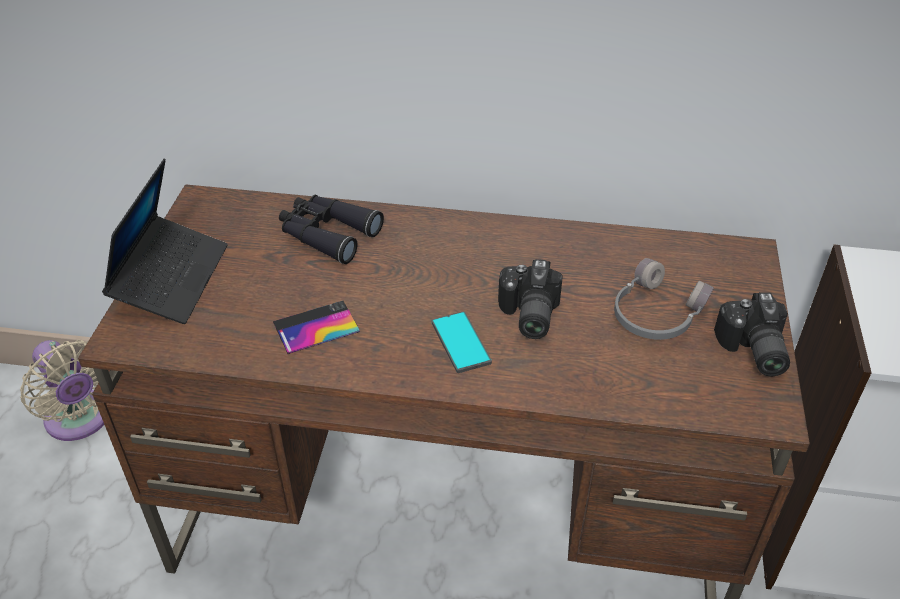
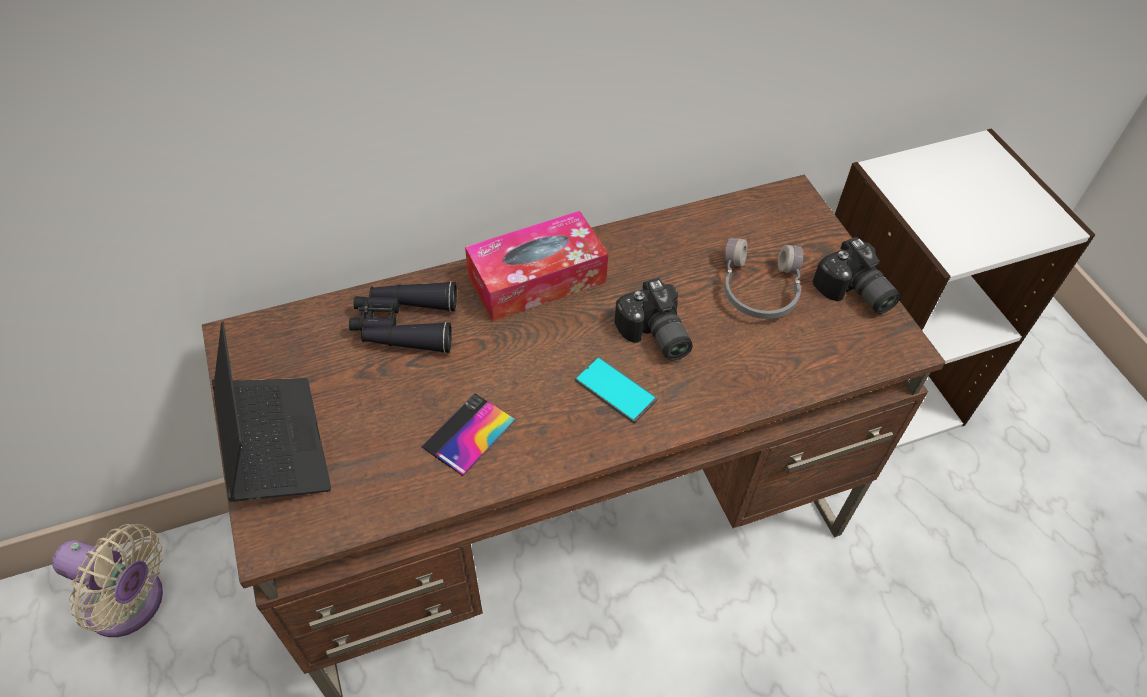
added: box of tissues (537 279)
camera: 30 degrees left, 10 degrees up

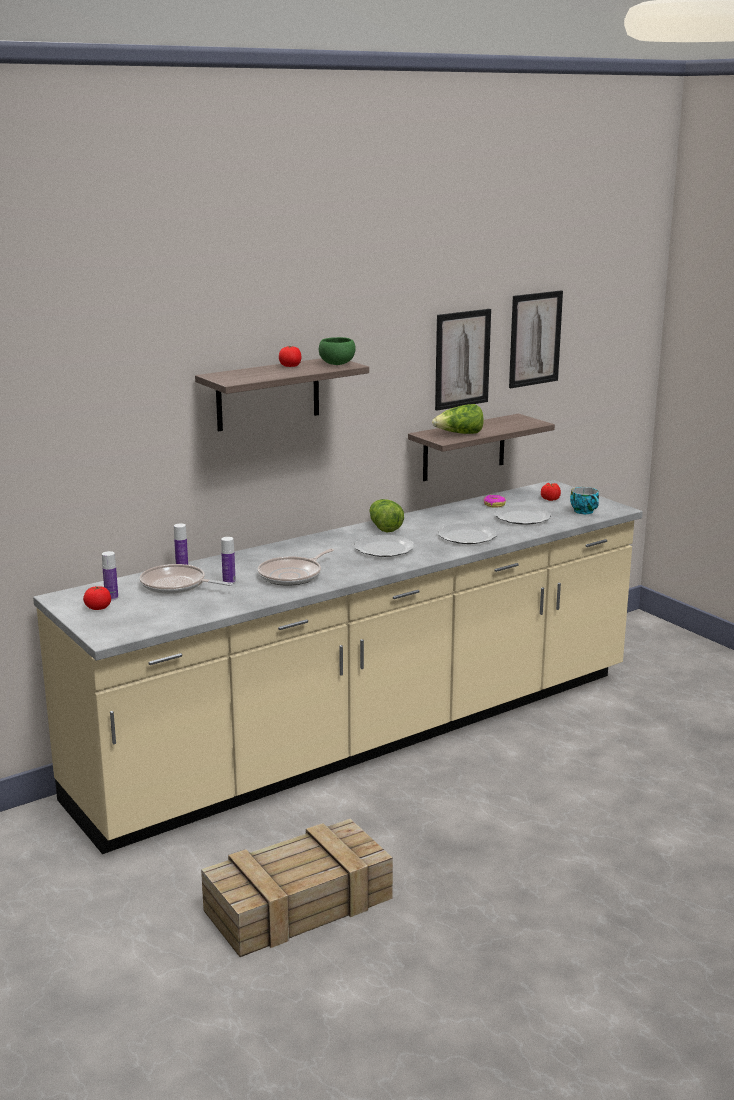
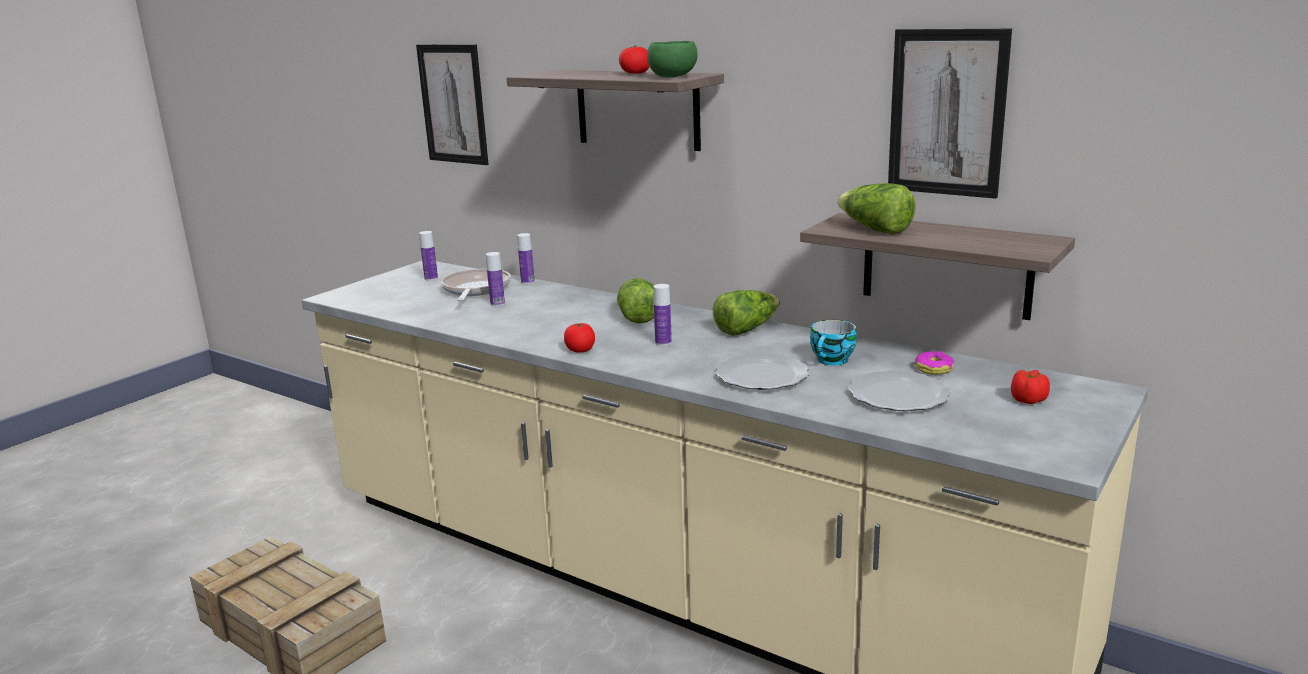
removed: frying pan (293 575)
added: lettuce (638 316)
moved: wall picture (535 339) to (453 104); drinking cup (585 511) to (832 361); fresh tomato (98 608) to (580 350)
replaced: dinner plate (384 548) to beverage bottle (663 343)
camera: 70 degrees right, 0 degrees up

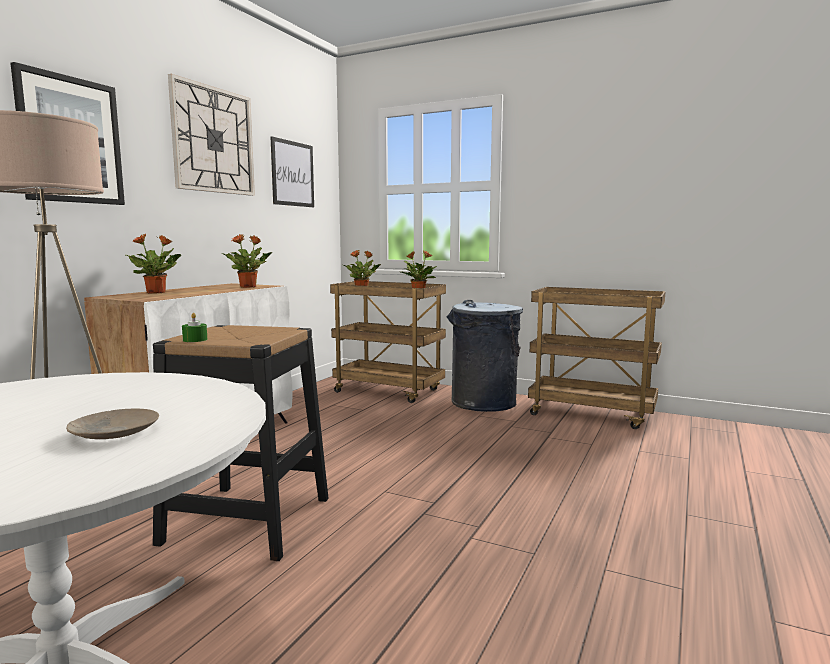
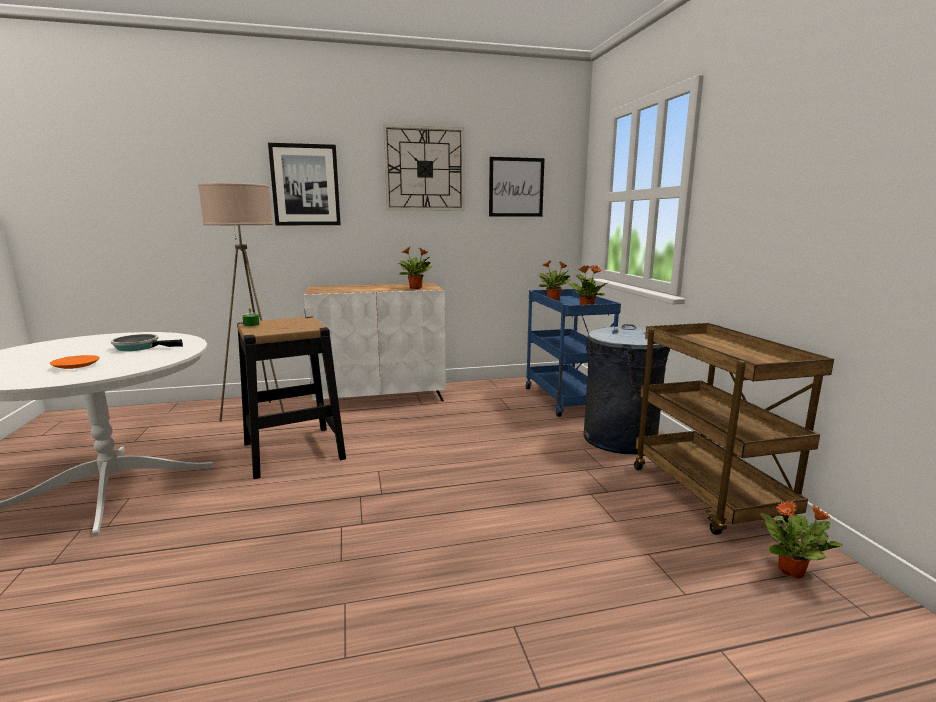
added: frying pan (140 347)
moved: potted plant (157 292) to (792 571)
recoloured: wheeled cart (brownish) (390 391) to wheeled cart (bluish) (567 401); dinner plate (beige) (114 433) to dinner plate (orangey) (76 366)
camera: 50 degrees right, 5 degrees up

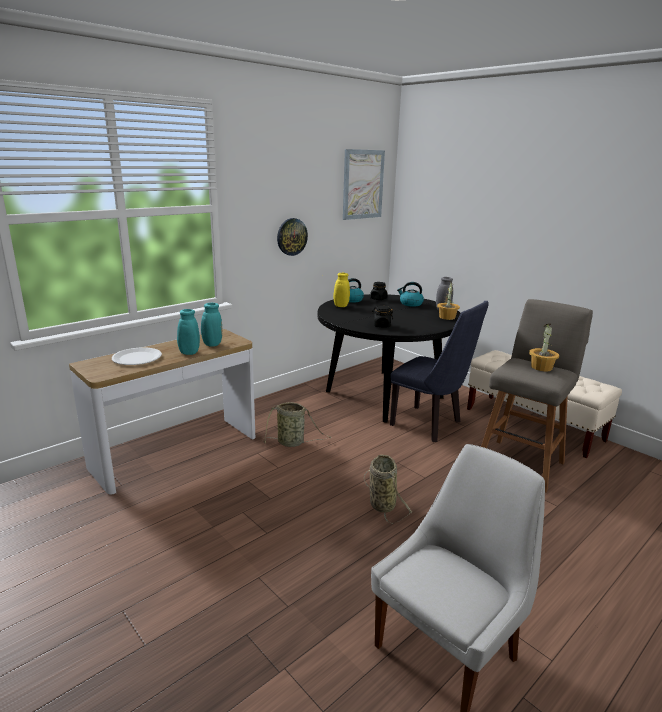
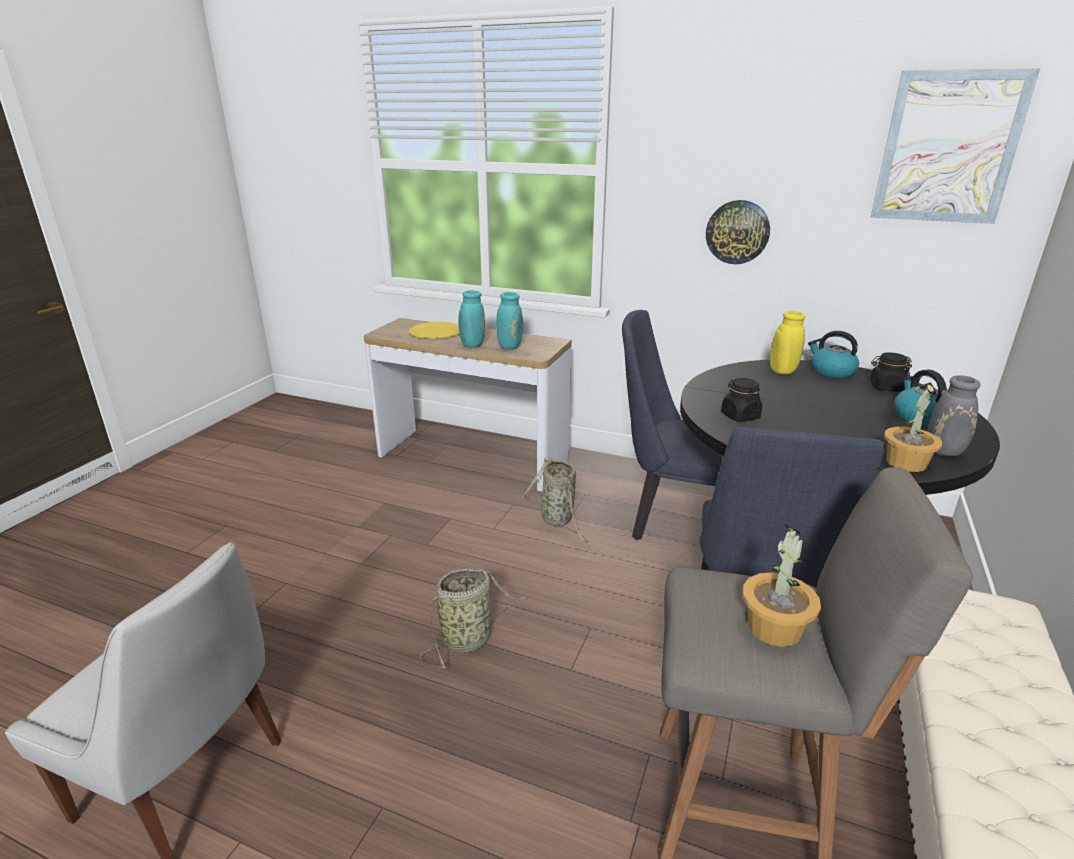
added: upright chair (bluish) (669 520)
recoloured: dinner plate (white-coloured) (137 358) to dinner plate (yellow-coloured) (435 332)
camera: 65 degrees right, 5 degrees up

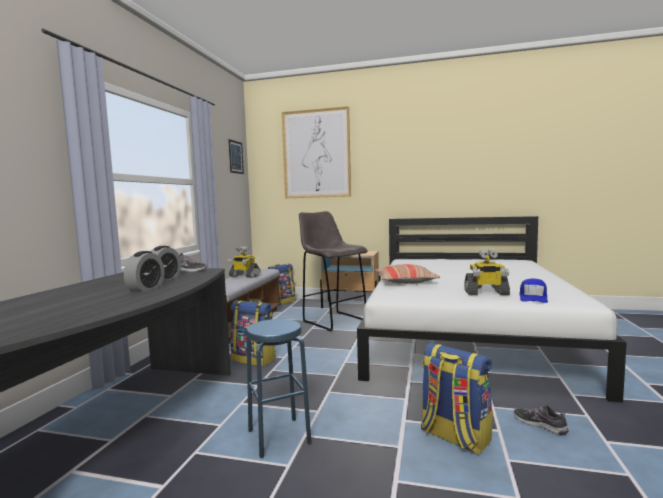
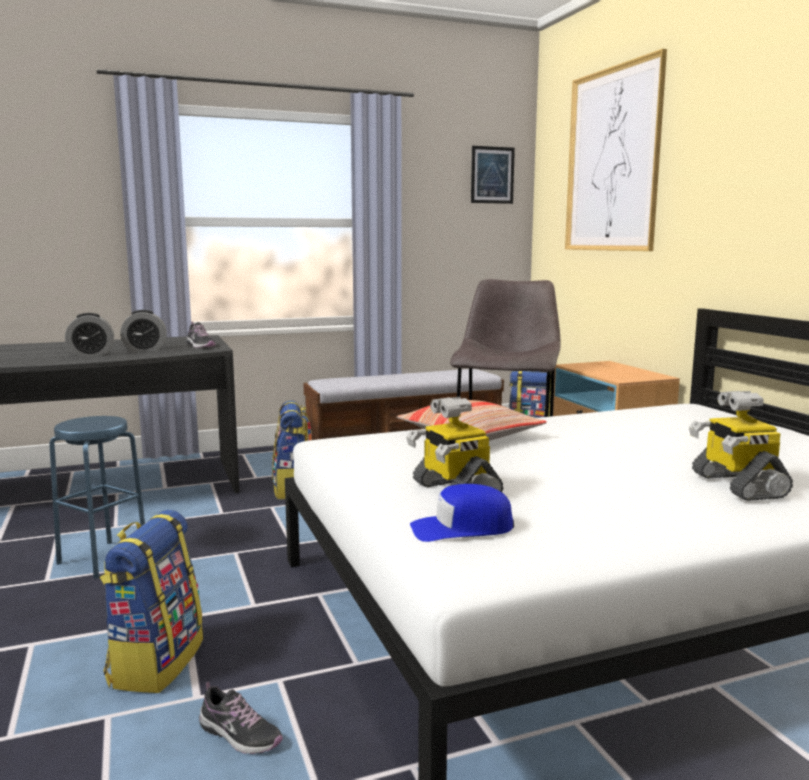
moved: robot figure (244 276) to (736 485)
turned: low shoe (540 425) = (239 735) 105 degrees clockwise
camera: 55 degrees right, 5 degrees up

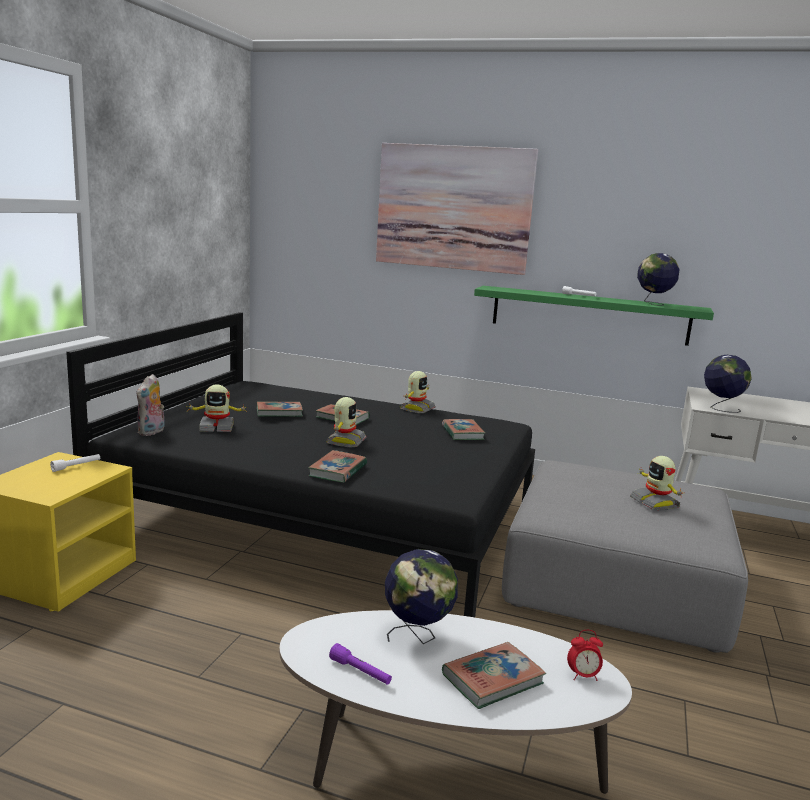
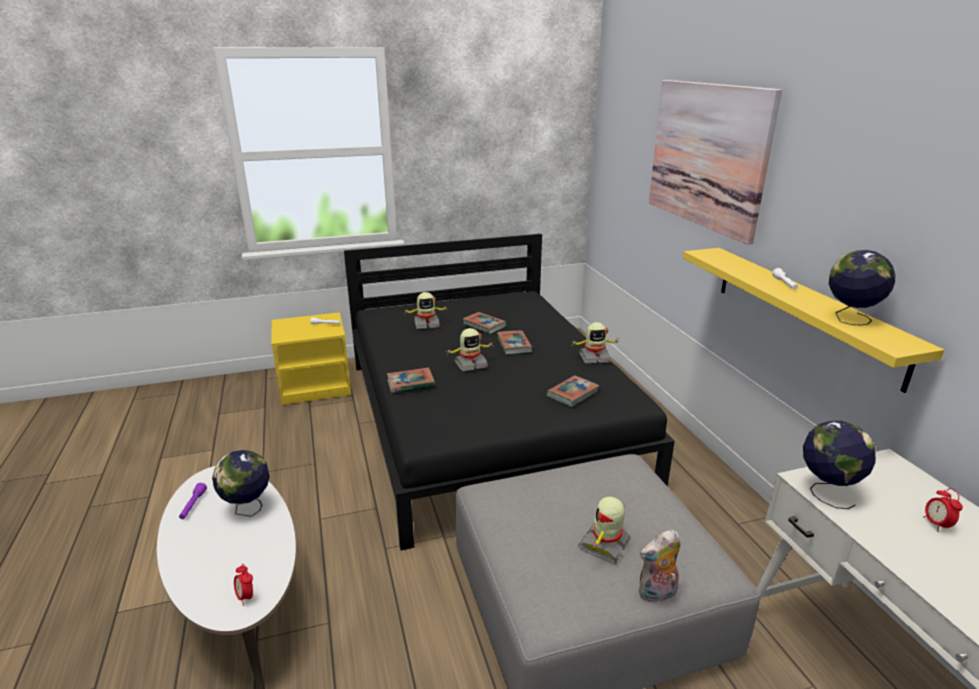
removed: bound book (492 679)
added: alarm clock (936 524)
moved: cuddly toy (152 432) to (657 594)
recoloured: wall shelf (greenish) (589 315) to wall shelf (yellow-coloured) (803 311)
turned: robot figure (217 428) = (426 324) 60 degrees counterclockwise
camera: 55 degrees right, 10 degrees up

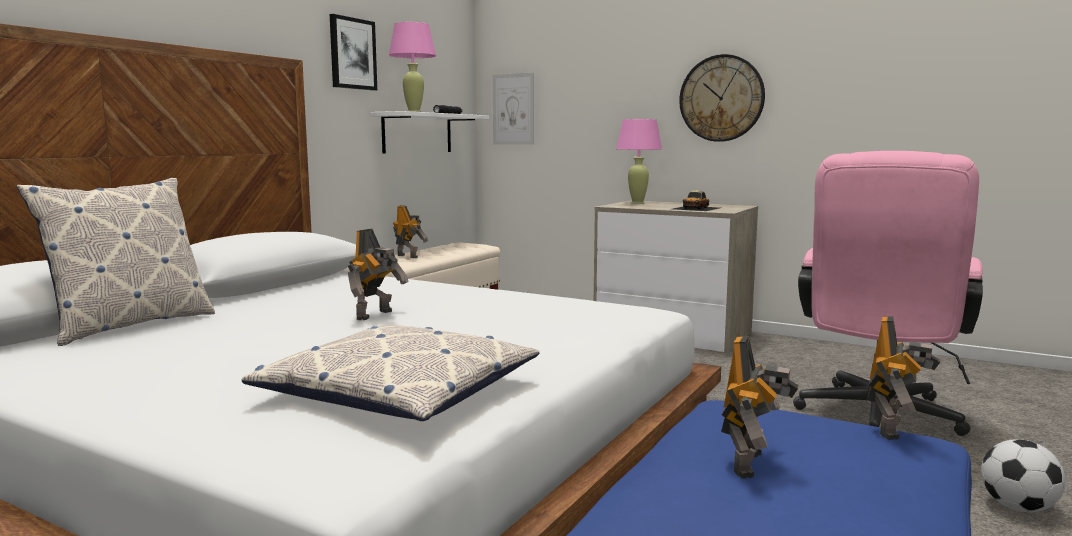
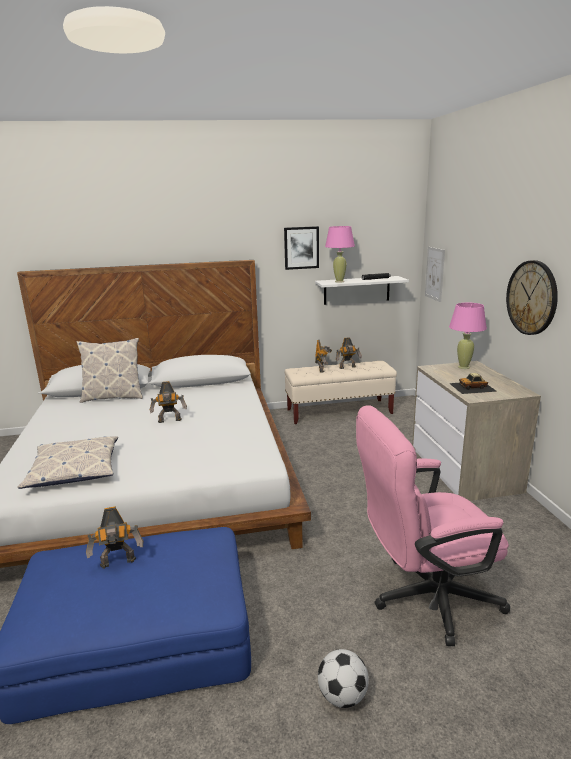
moved: robot figure (894 429) to (348 367)
camera: 50 degrees right, 10 degrees up

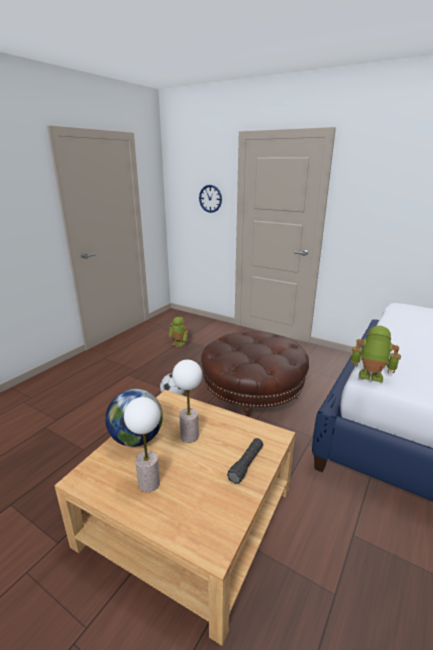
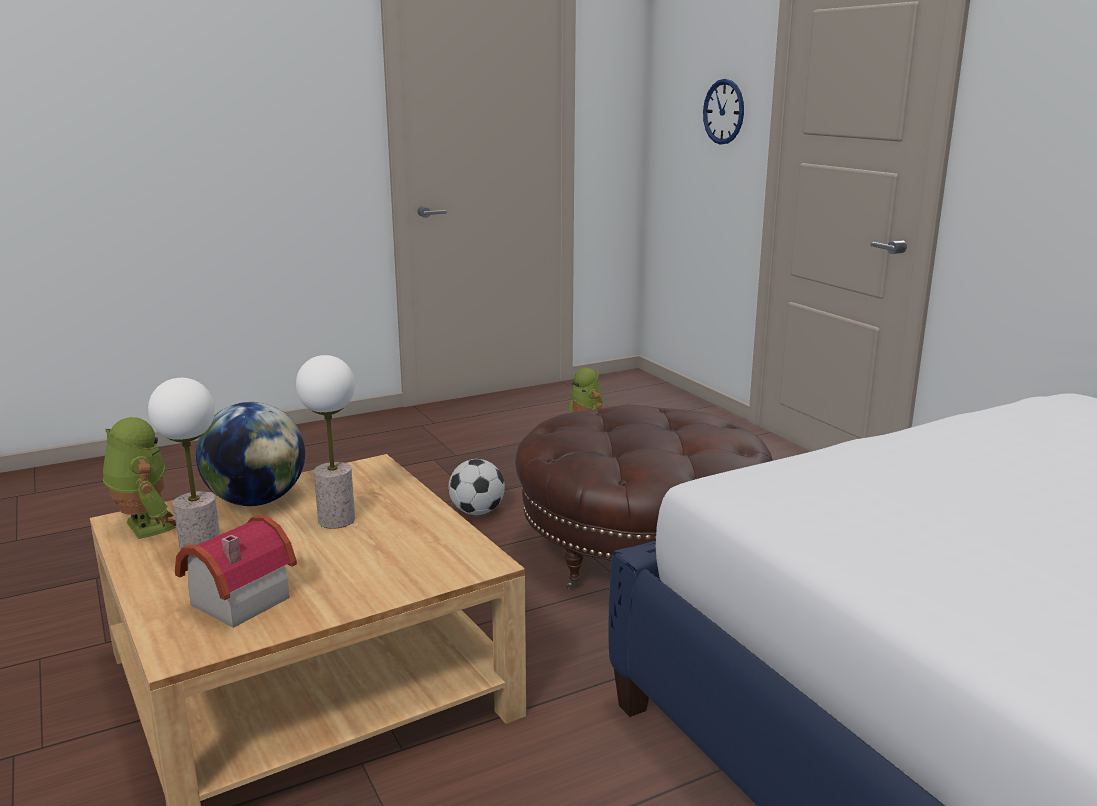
removed: torch (blackish) (246 464)
added: model house (234 600)
moved: robot figure (370 377) to (144 527)
camera: 30 degrees right, 5 degrees down

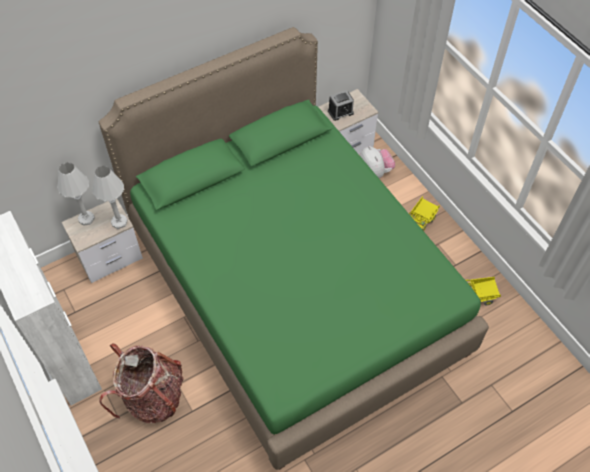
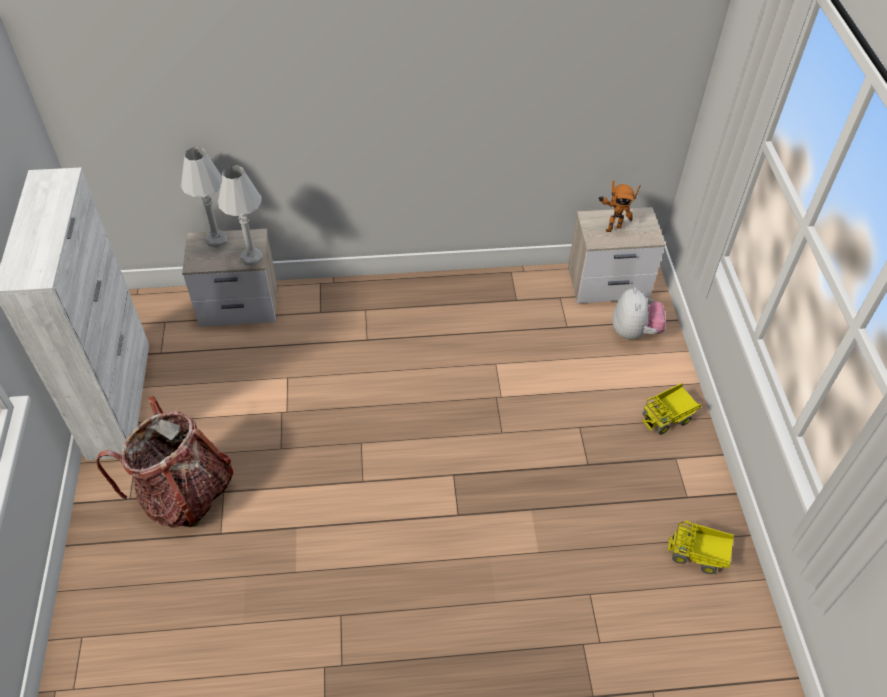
removed: bed (greenish) (294 289)
replaced: alarm clock (340 112) to robot figure (612 227)
camera: 25 degrees right, 5 degrees down

